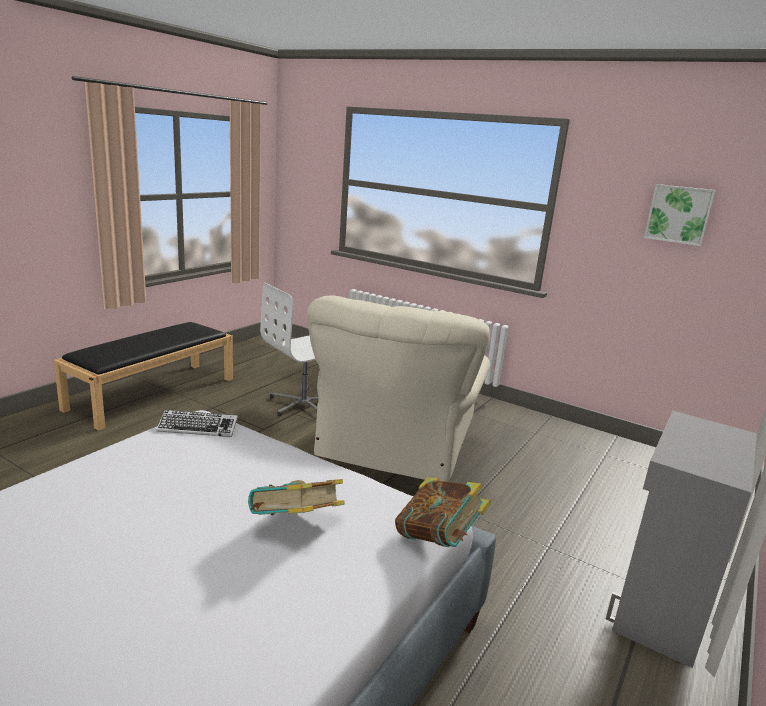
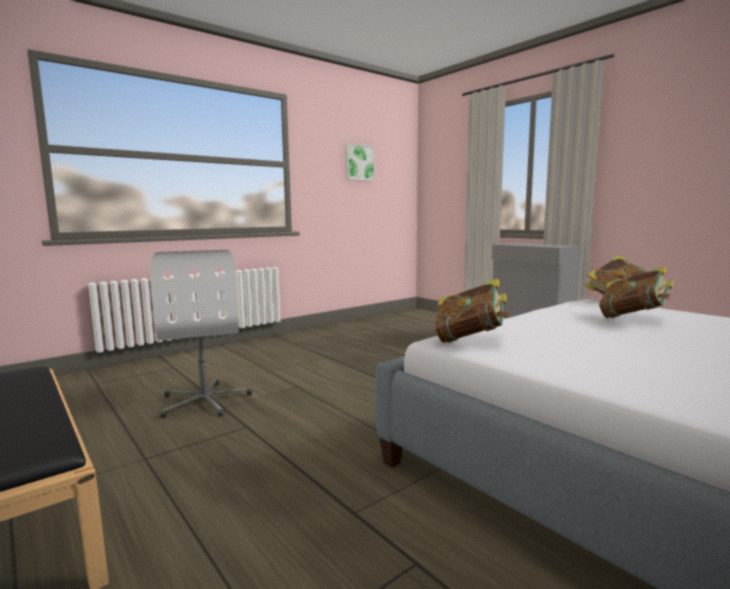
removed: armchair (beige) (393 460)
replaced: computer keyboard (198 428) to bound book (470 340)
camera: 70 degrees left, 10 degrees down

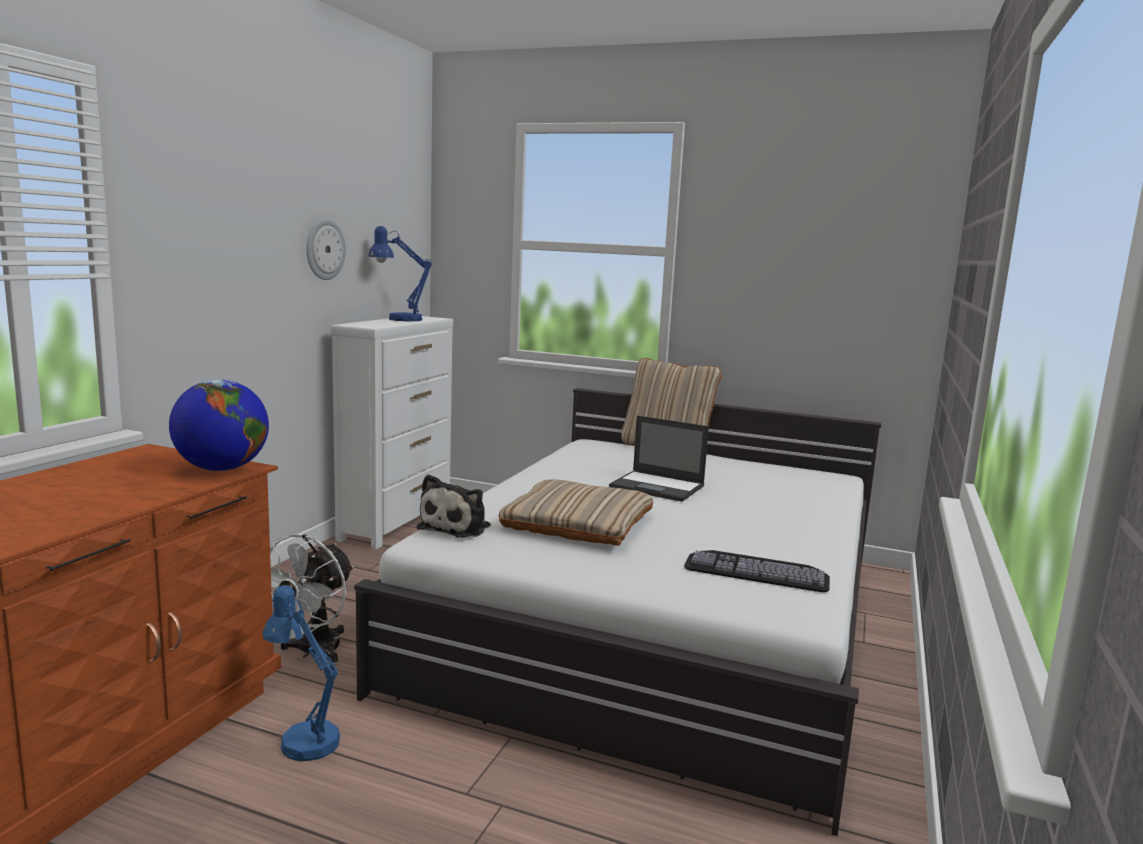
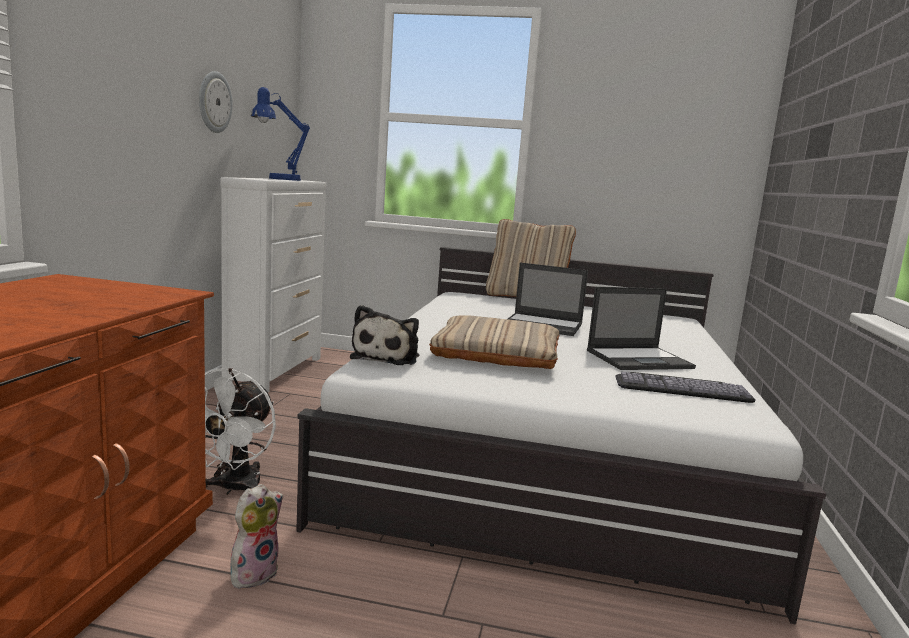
removed: globe (222 469)
added: laptop (640 359)
replaced: lamp for a table (bluish) (303 738) to cuddly toy (254 573)
camera: 10 degrees left, 0 degrees up

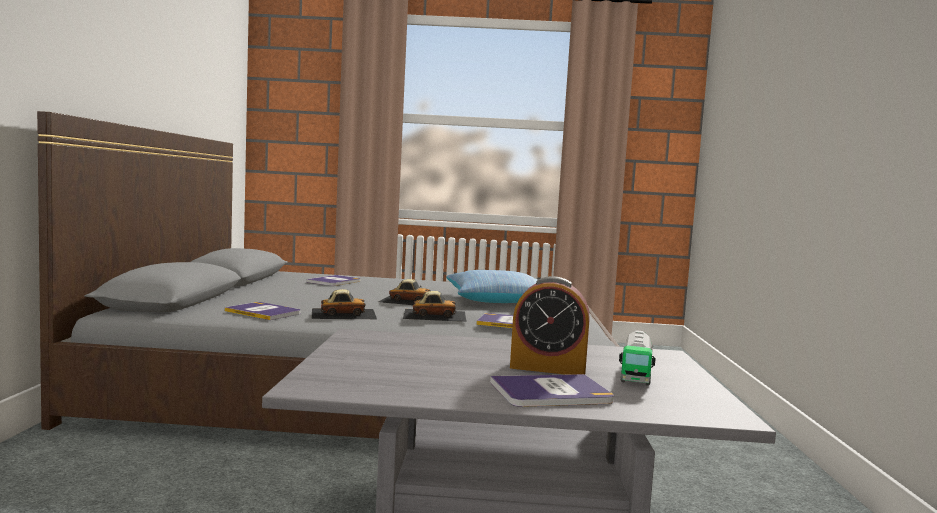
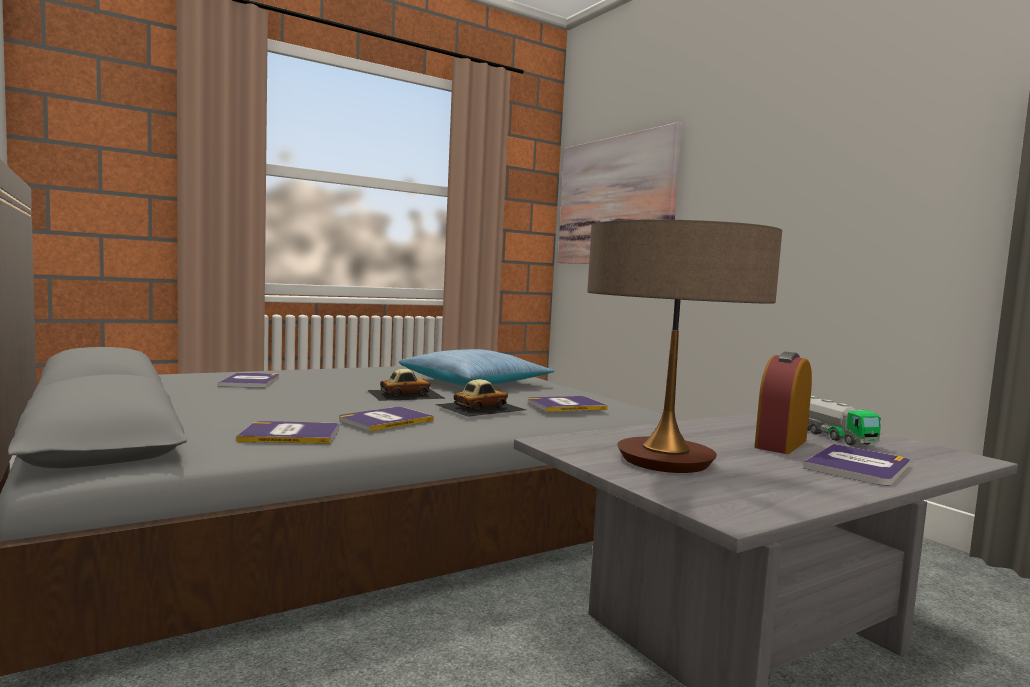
added: wall picture (615 201); lamp for a table (665 460)
replaced: model car (343 313) to bound book (385 420)
turned: alarm clock (548 368) = (781 444) 150 degrees clockwise
camera: 35 degrees left, 0 degrees up

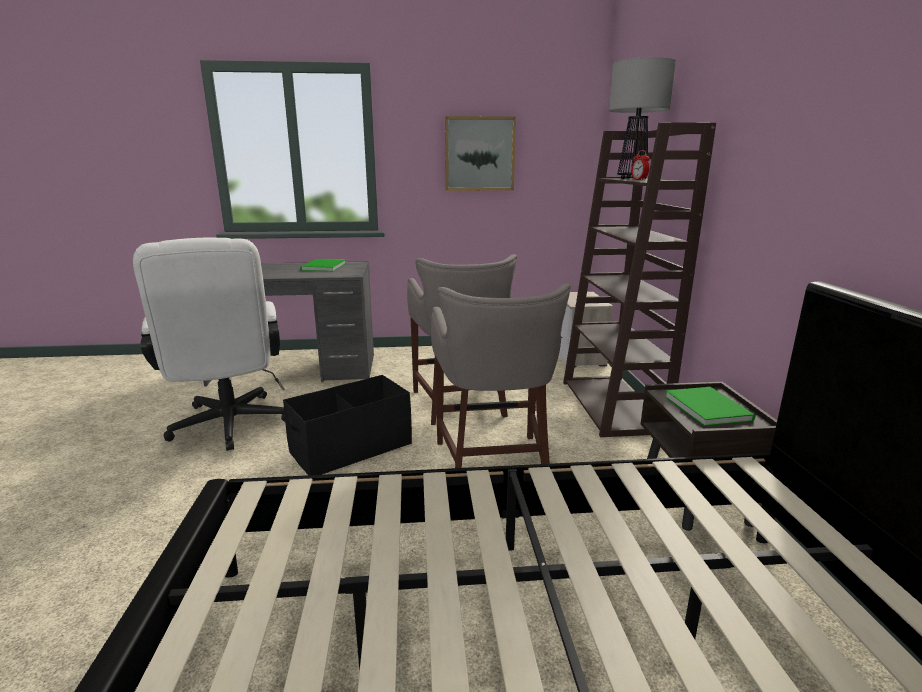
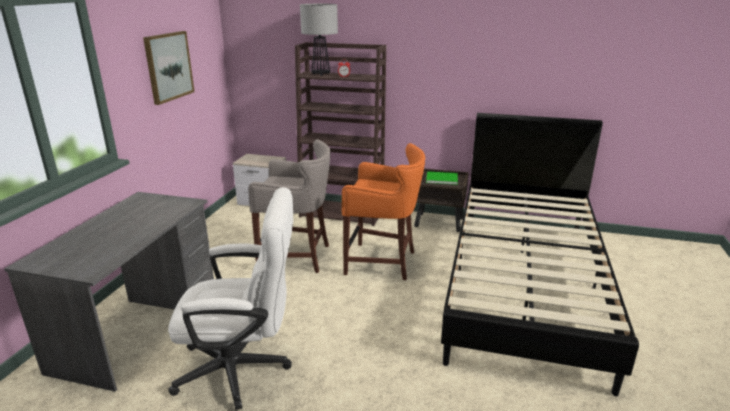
removed: bound book (greenish) (322 267); storage bin (blackish) (351 448)
recoloured: sitting stool (grey) (493 465) to sitting stool (orangey) (383 262)
camera: 70 degrees left, 5 degrees up

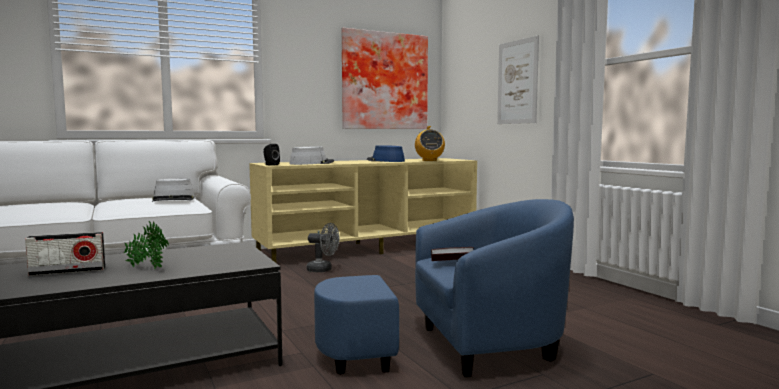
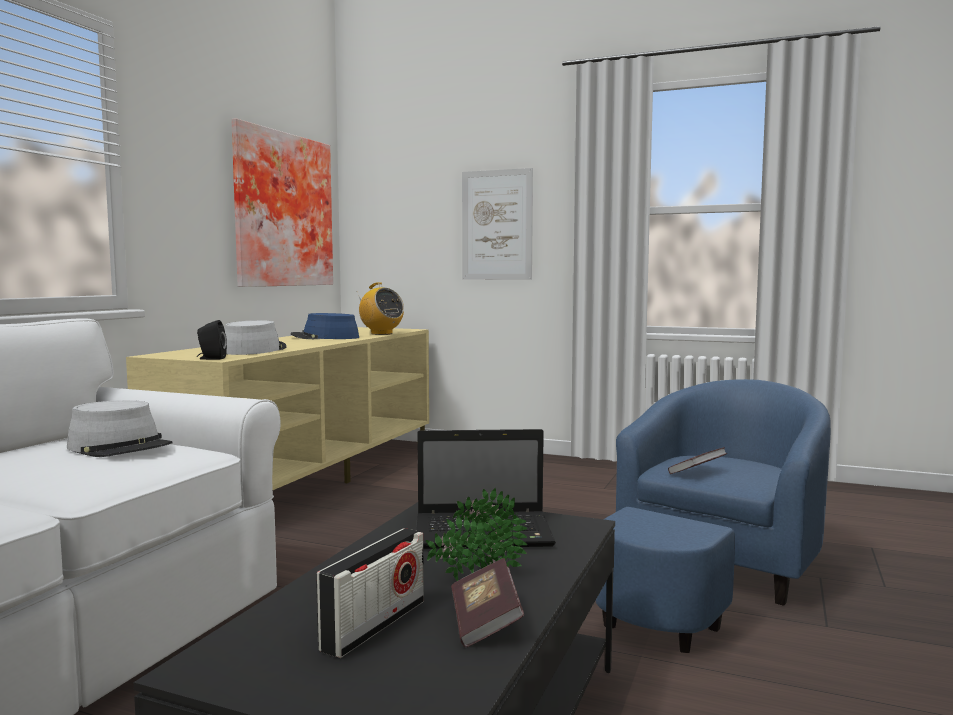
removed: fan (grey) (323 270)
added: laptop (486 533); bound book (485 622)
camera: 40 degrees left, 0 degrees up

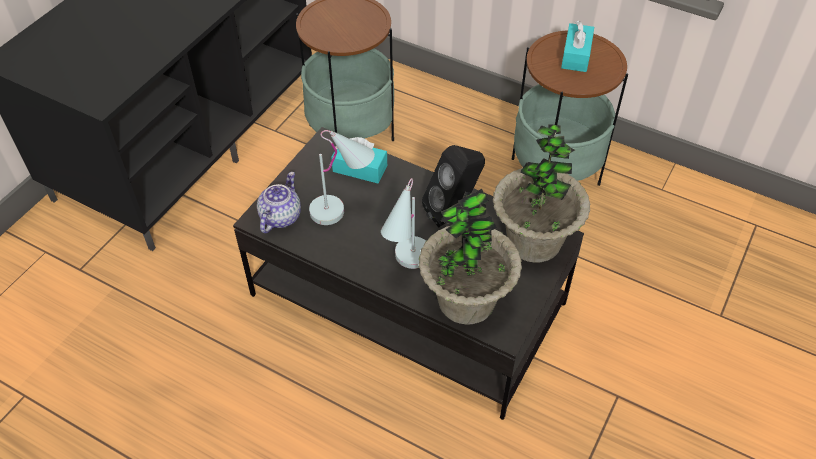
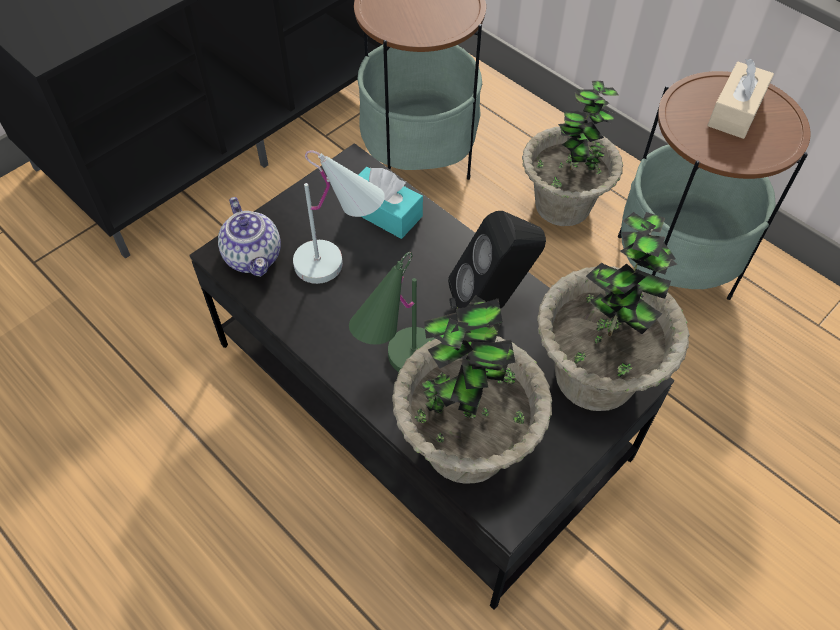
added: potted plant (562 205)
recoloured: box of tissues (turquoise) (576 55) to box of tissues (beige) (735 111); lamp for a table (white-coloured) (406 266) to lamp for a table (greenish) (397 370)
turned: teapot (280 216) = (254 257) 120 degrees clockwise
camera: 15 degrees right, 5 degrees up

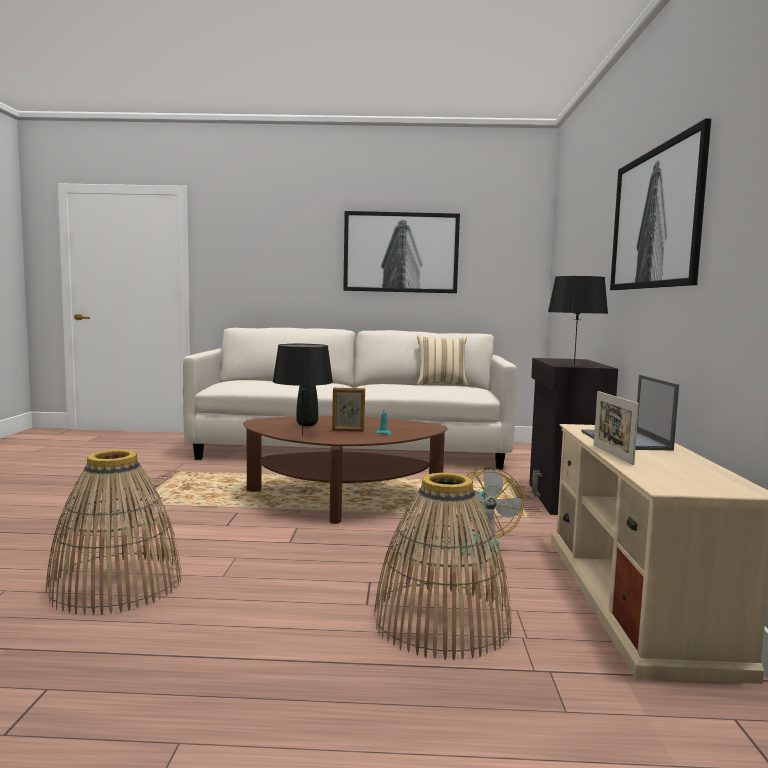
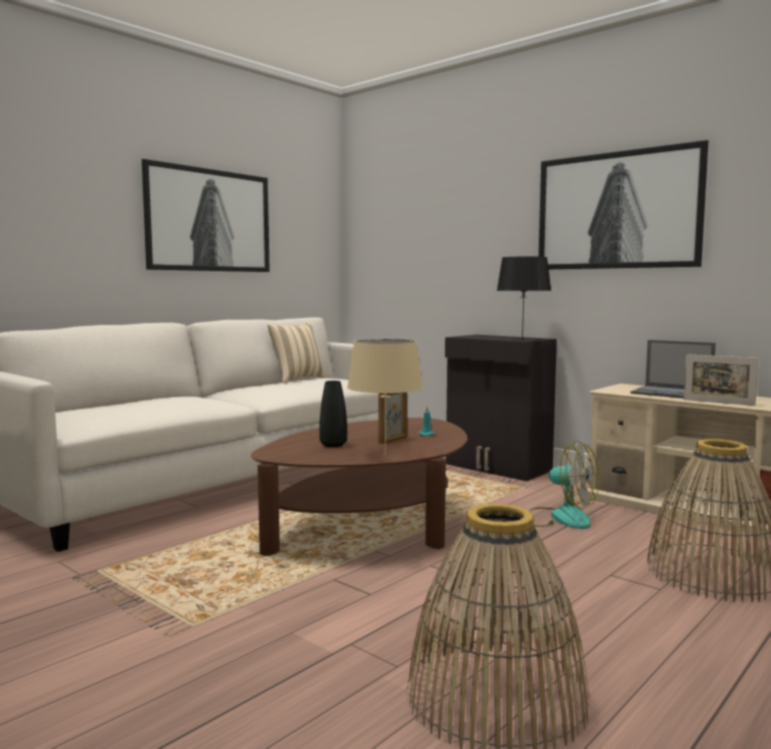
recoloured: lamp for a table (blackish) (302 435) to lamp for a table (beige) (385 454)
camera: 50 degrees left, 0 degrees up

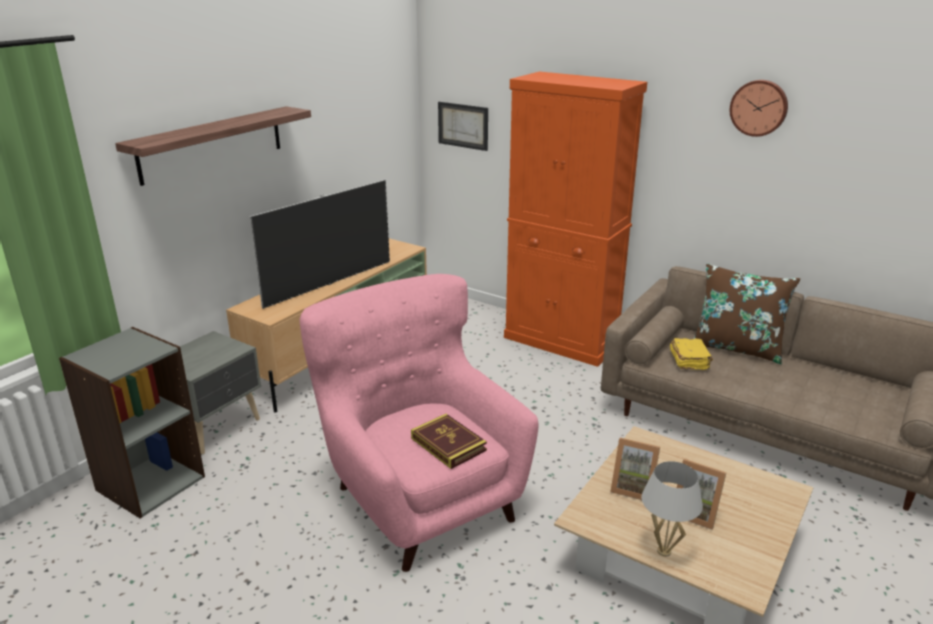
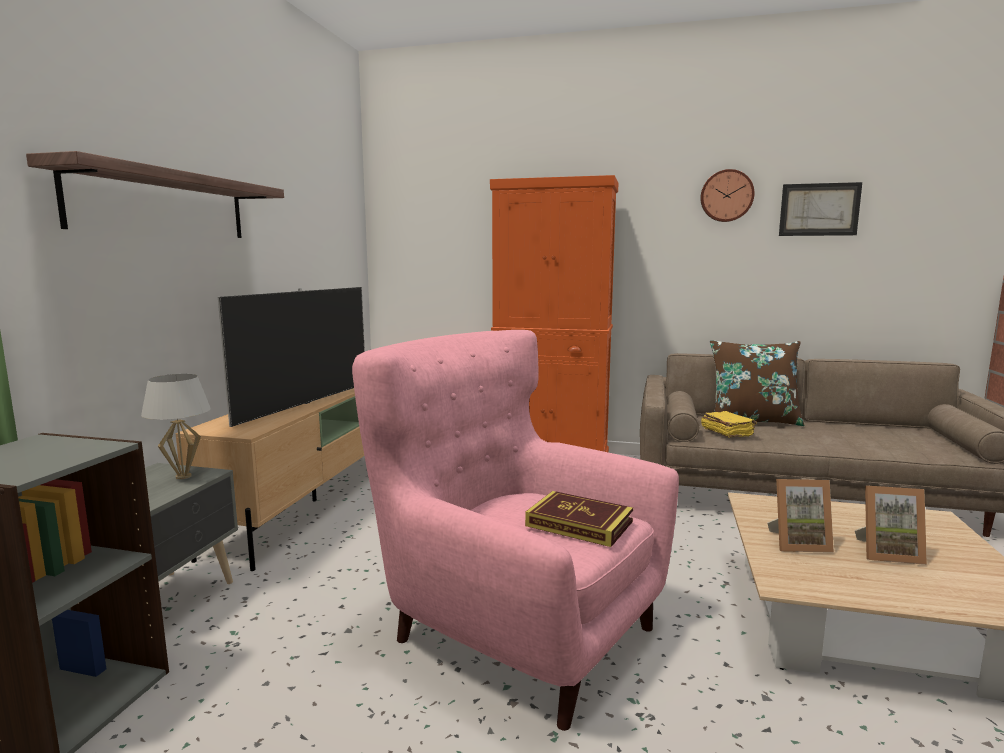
moved: wall picture (463 125) to (819 209); lamp for a table (white-coloured) (664 551) to (183 476)
camera: 20 degrees left, 15 degrees down

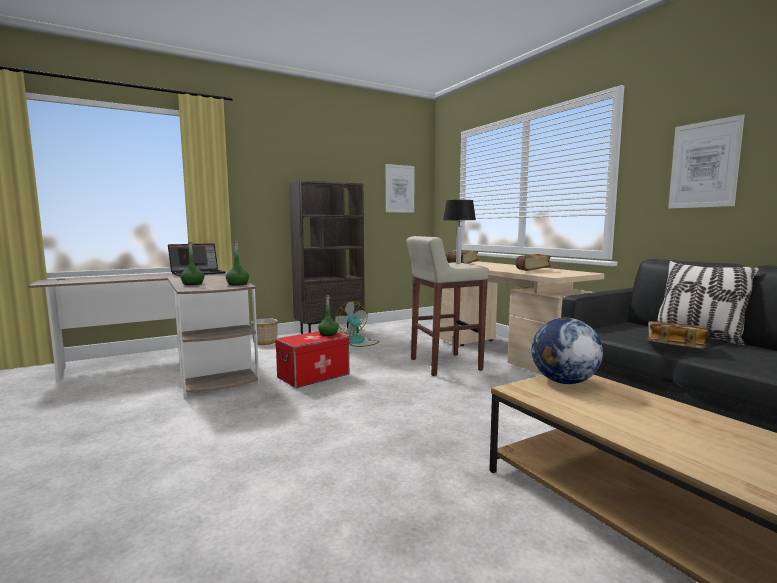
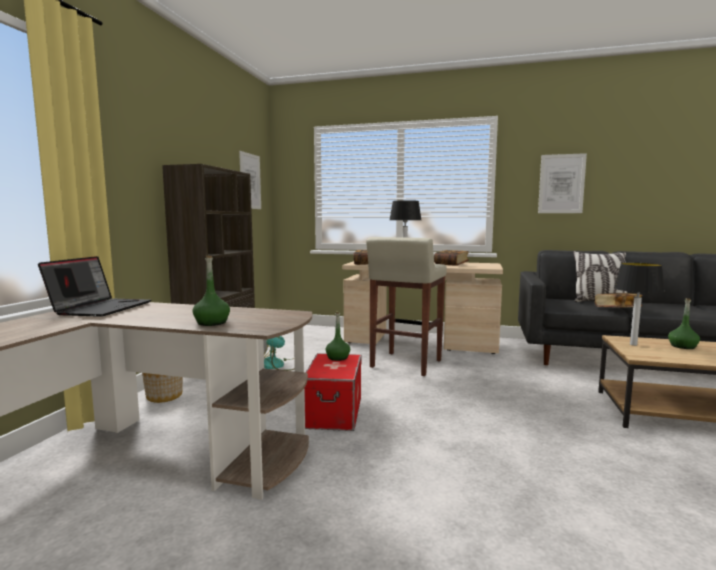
moved: beverage bottle (greenish) (238 284) to (682 346)
replaced: globe (563 382) to lamp for a table (633 344)
camera: 45 degrees left, 0 degrees up

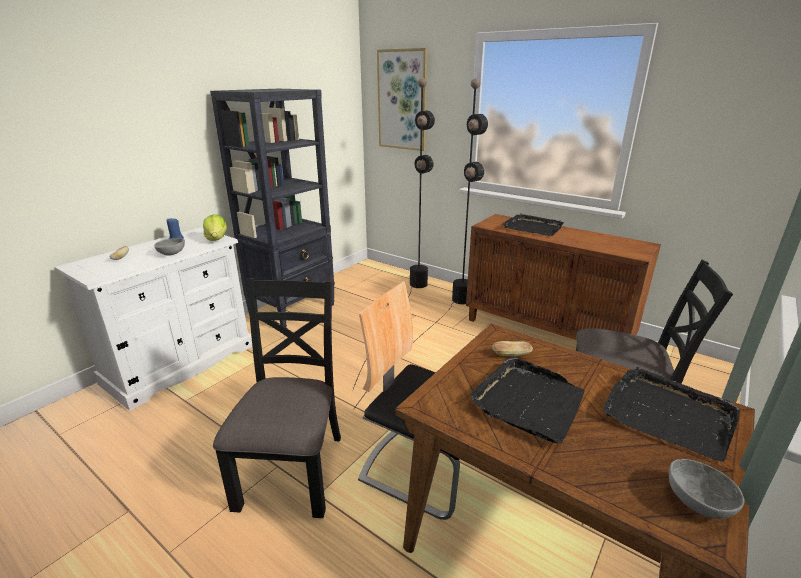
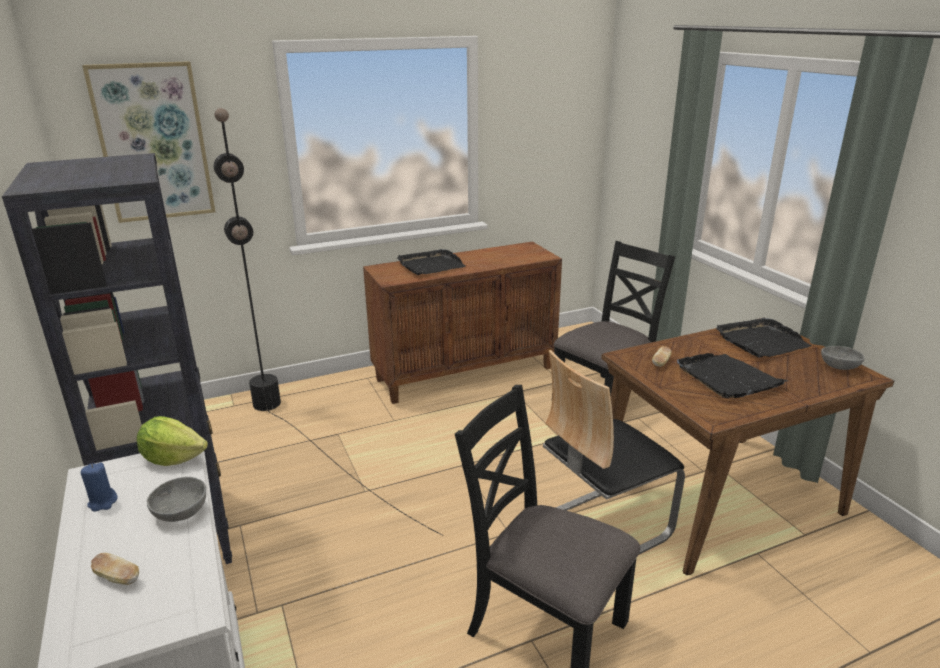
removed: floor lamp (blackish) (437 322)
camera: 60 degrees left, 0 degrees up

